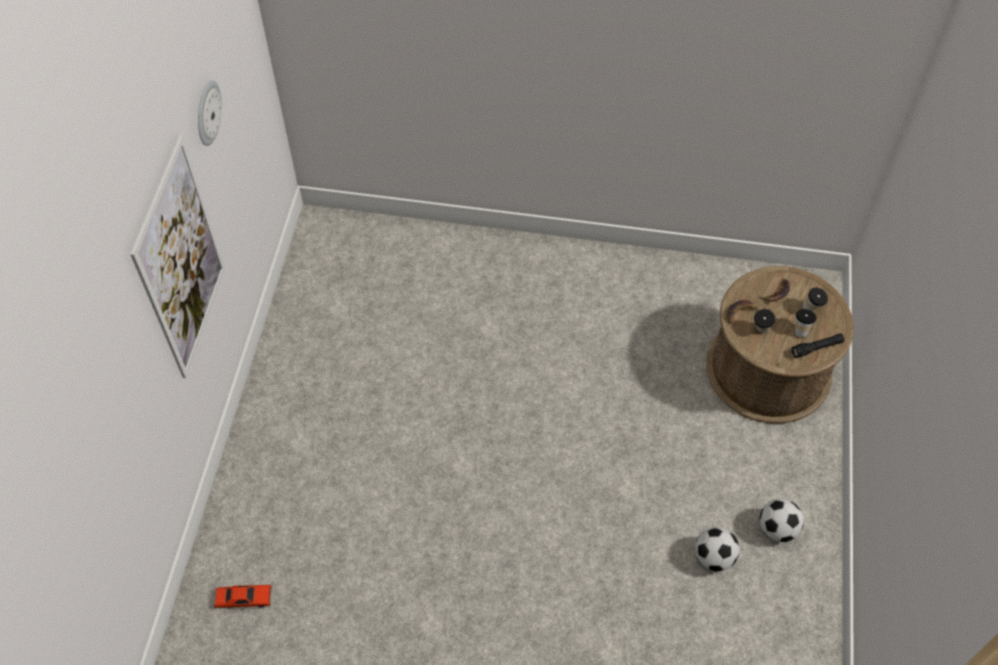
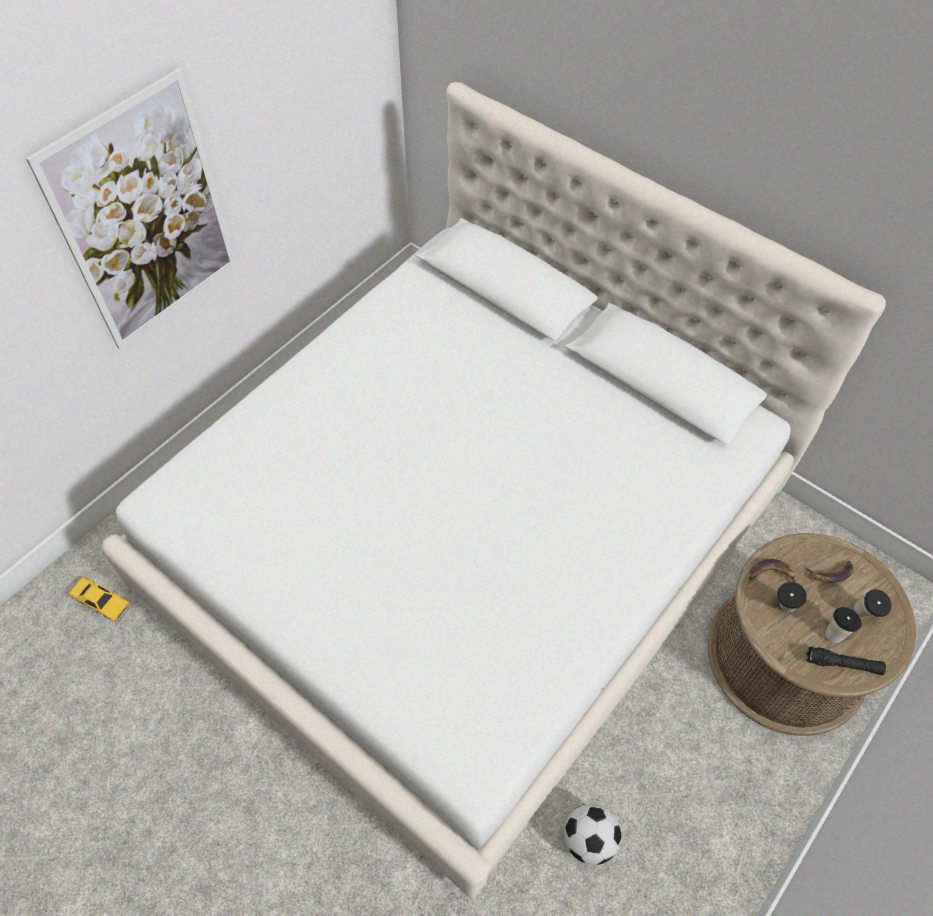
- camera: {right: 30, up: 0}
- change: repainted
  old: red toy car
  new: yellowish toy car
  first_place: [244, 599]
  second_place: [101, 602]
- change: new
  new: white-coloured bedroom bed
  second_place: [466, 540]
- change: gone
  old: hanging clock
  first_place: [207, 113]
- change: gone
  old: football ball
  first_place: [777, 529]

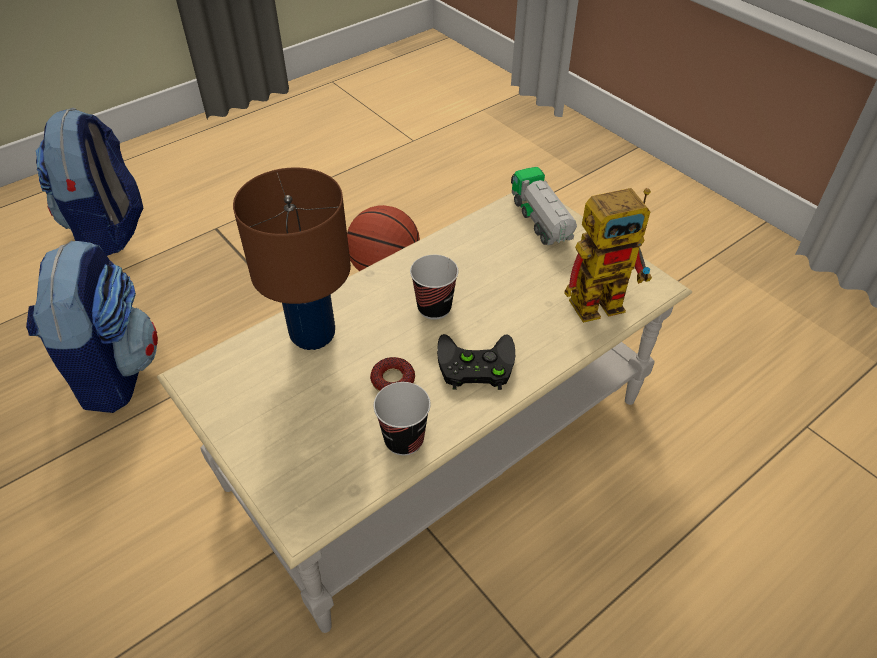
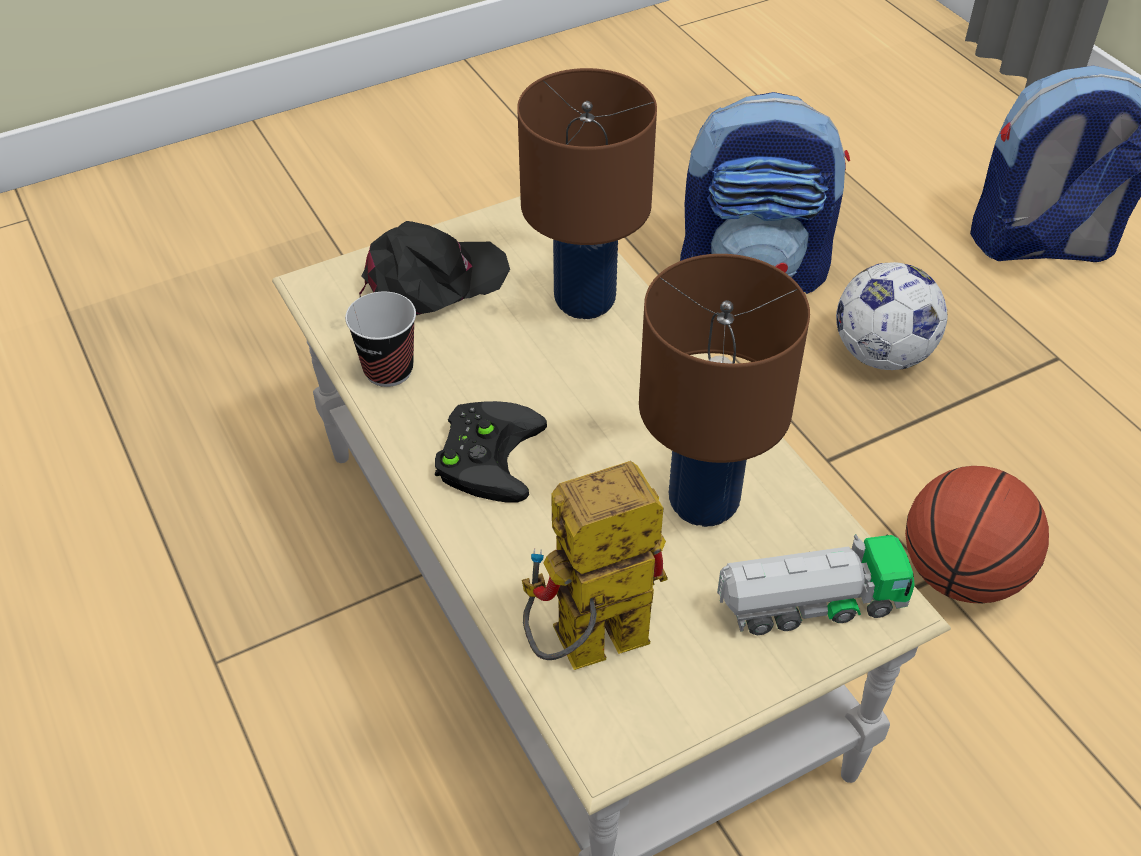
- camera: {right: 100, up: 0}
- change: new
  new: black cap
  second_place: [431, 283]
- change: rotated
  old: model robot
  first_place: [605, 299]
  second_place: [585, 650]
  degrees: 75
- change: new
  new: brown table lamp
  second_place: [707, 504]
- change: new
  new: football ball
  second_place: [882, 355]
- change: gone
  old: donut
  first_place: [393, 380]
- change: gone
  old: small cup
  first_place: [434, 308]

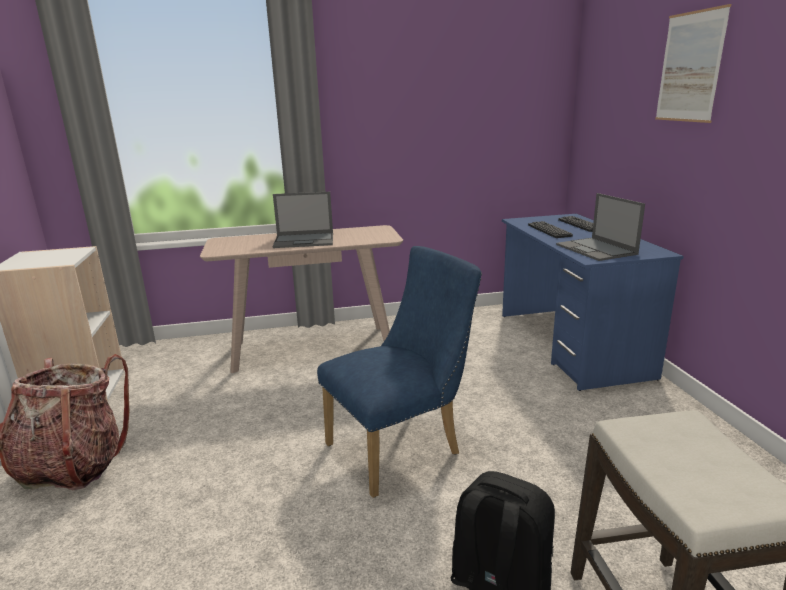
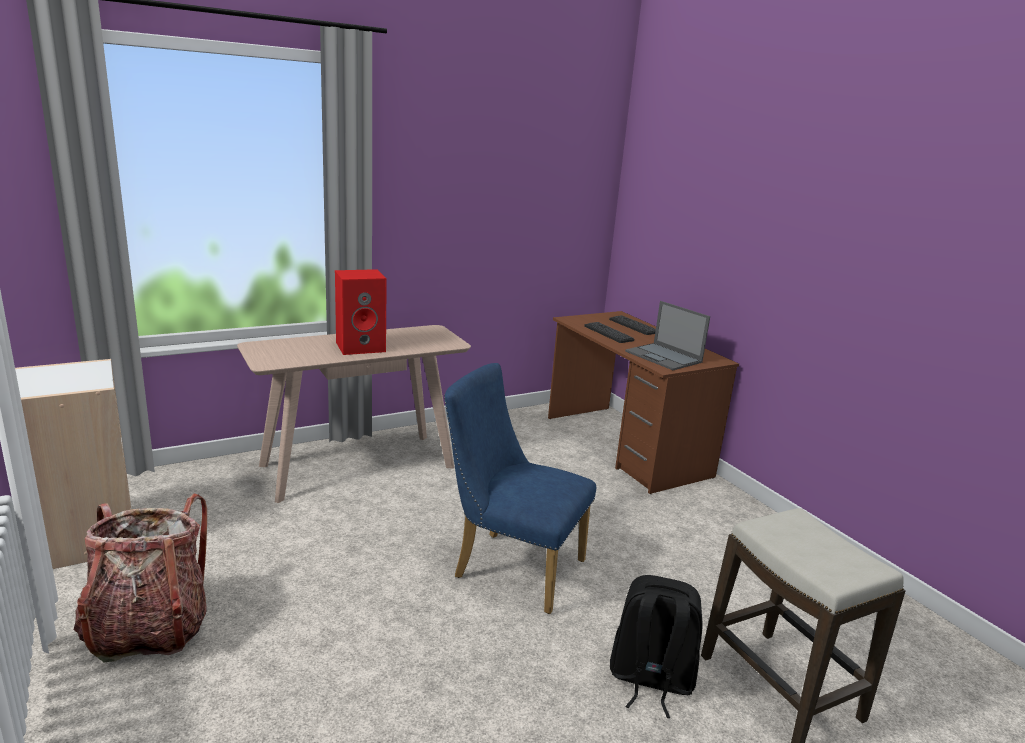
- camera: {right: -20, up: 0}
- change: swapped
  old: notebook computer
  new: red audio speaker
  first_place: [305, 240]
  second_place: [361, 346]
- change: rotated
  old: blue-coloured upright chair
  first_place: [402, 448]
  second_place: [510, 566]
  degrees: -105
- change: repainted
  old: blue-coloured desk table
  new: brown desk table
  first_place: [570, 344]
  second_place: [625, 446]
- change: gone
  old: wall picture
  first_place: [690, 67]

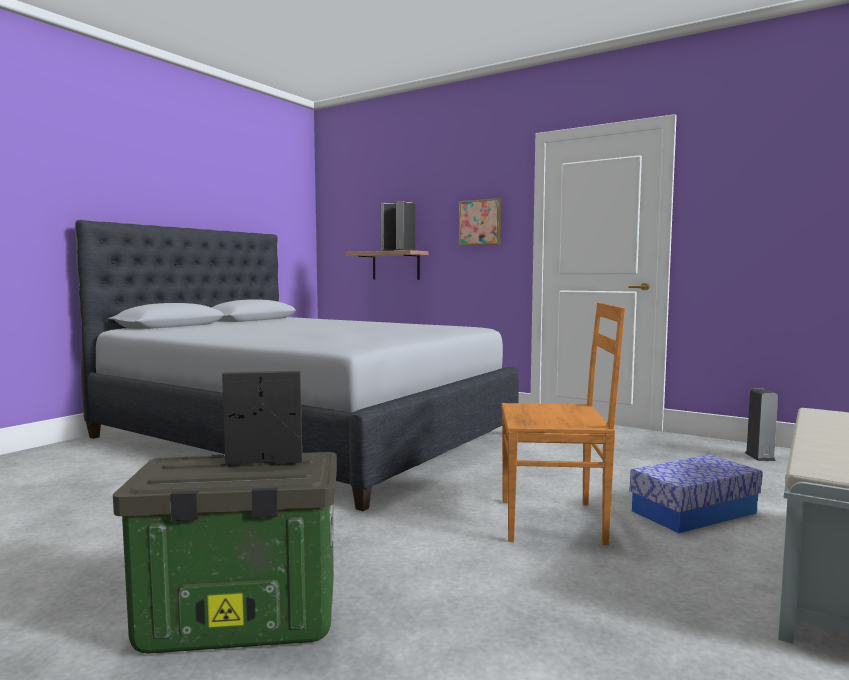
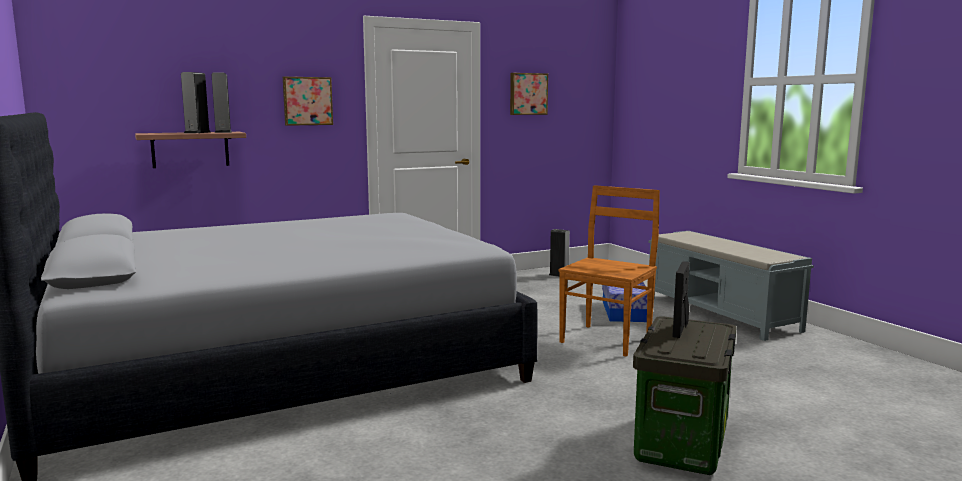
- camera: {right: -60, up: 5}
- change: new
  new: wall picture
  second_place: [528, 94]

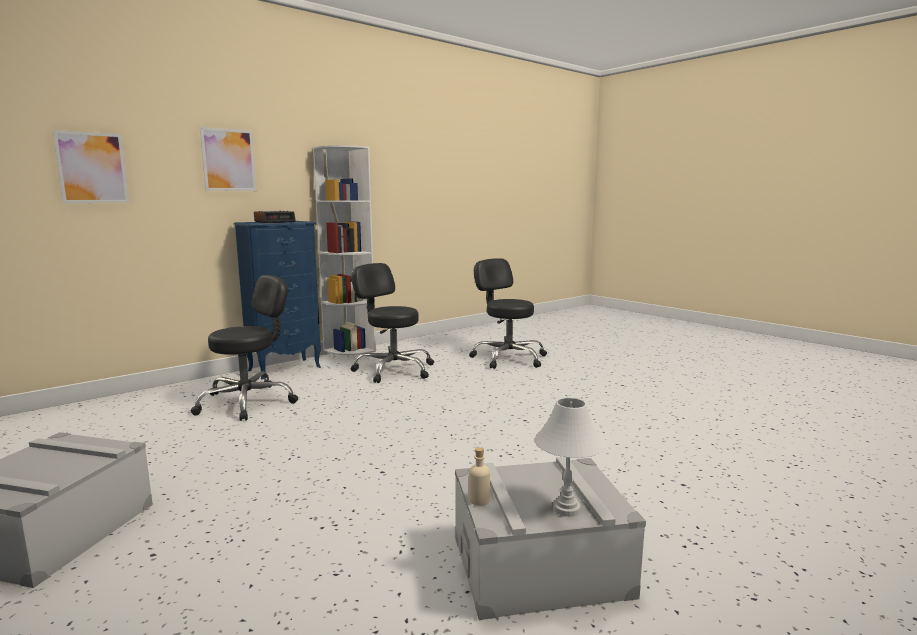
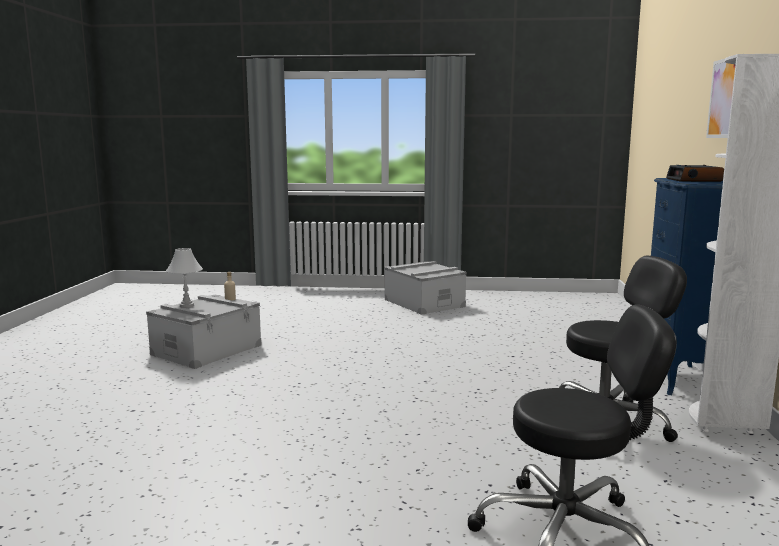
- camera: {right: 135, up: 0}
- change: gone
  old: wall picture
  first_place: [92, 168]
- change: gone
  old: black office chair
  first_place: [250, 401]

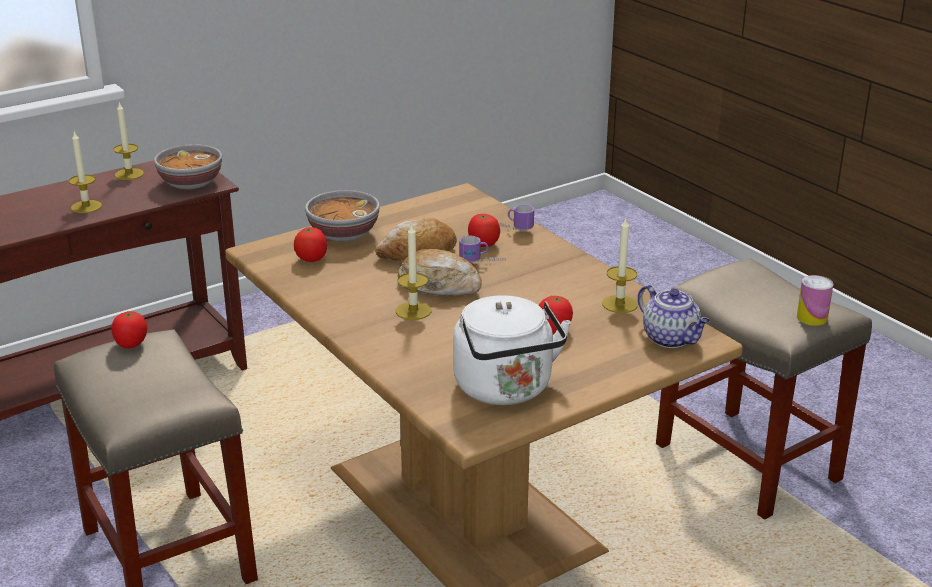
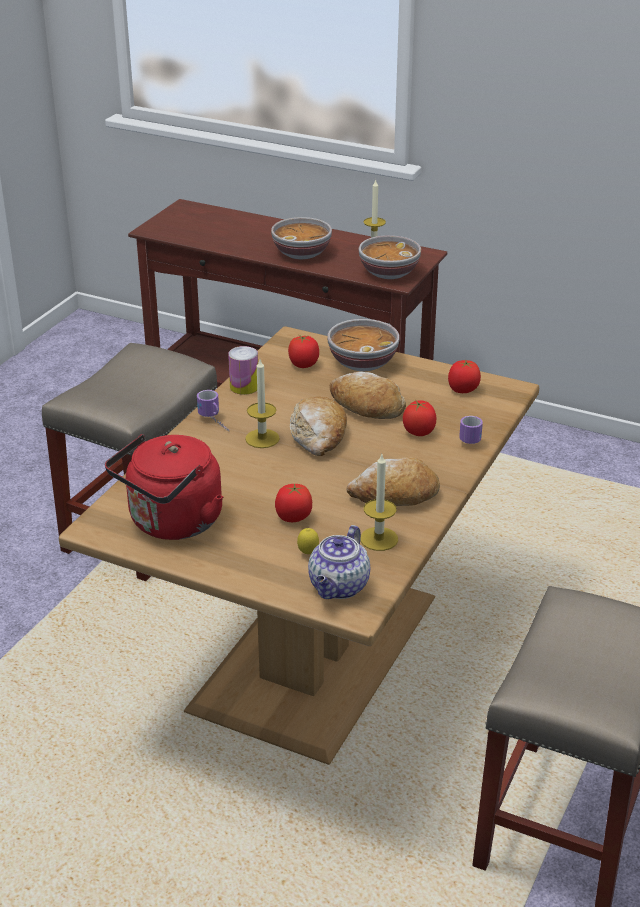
- camera: {right: 60, up: 5}
- change: repainted
  old: white-coloured tea kettle
  new: red tea kettle
  first_place: [506, 390]
  second_place: [172, 523]
- change: shifted
  old: mug
  first_place: [482, 263]
  second_place: [215, 423]
- change: shifted
  old: sealed can
  first_place: [812, 318]
  second_place: [244, 387]
- change: swapped
  old: candle
  new: serving bowl
  first_place: [86, 207]
  second_place: [302, 253]
- change: new
  new: whole lemon
  second_place: [308, 553]
- change: new
  new: bakery bread
  second_place: [394, 495]
- change: shifted
  old: fresh tomato
  first_place: [131, 344]
  second_place: [463, 390]

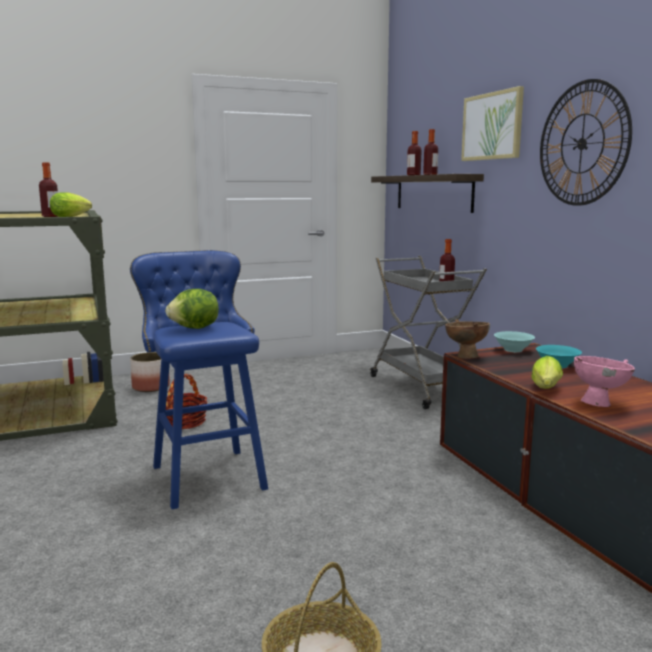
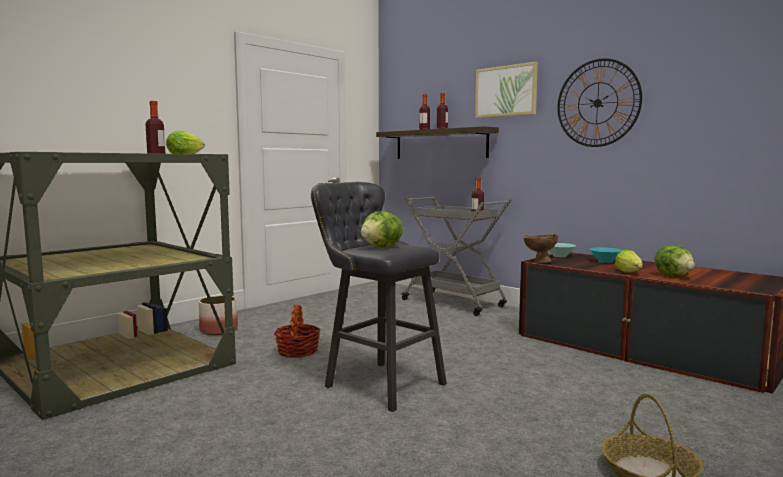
- camera: {right: -25, up: -5}
- change: repainted
  old: blue-coloured sitting stool
  new: black sitting stool
  first_place: [205, 471]
  second_place: [375, 381]
- change: swapped
  old: pinkish serving bowl
  new: lettuce
  first_place: [600, 403]
  second_place: [674, 276]

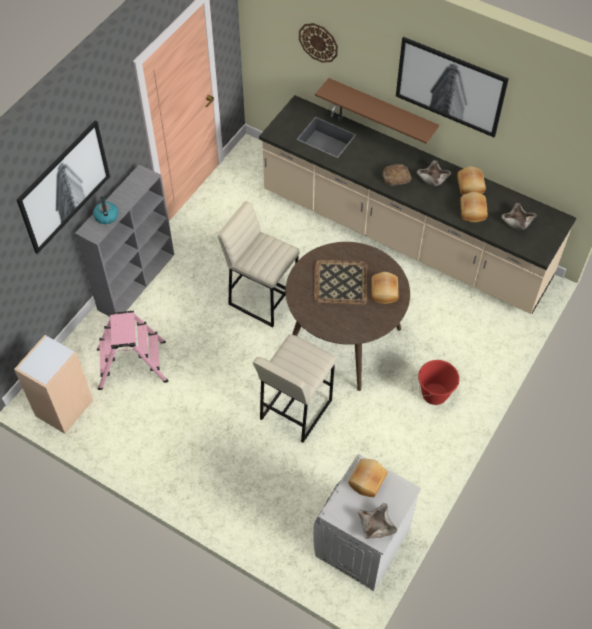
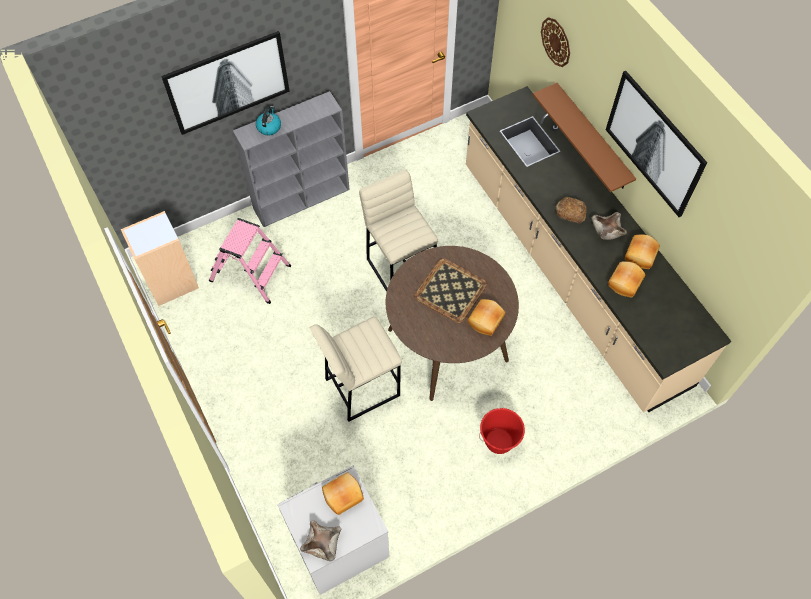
- camera: {right: 30, up: 5}
- change: gone
  old: sand-coloured serving bowl
  first_place: [517, 221]

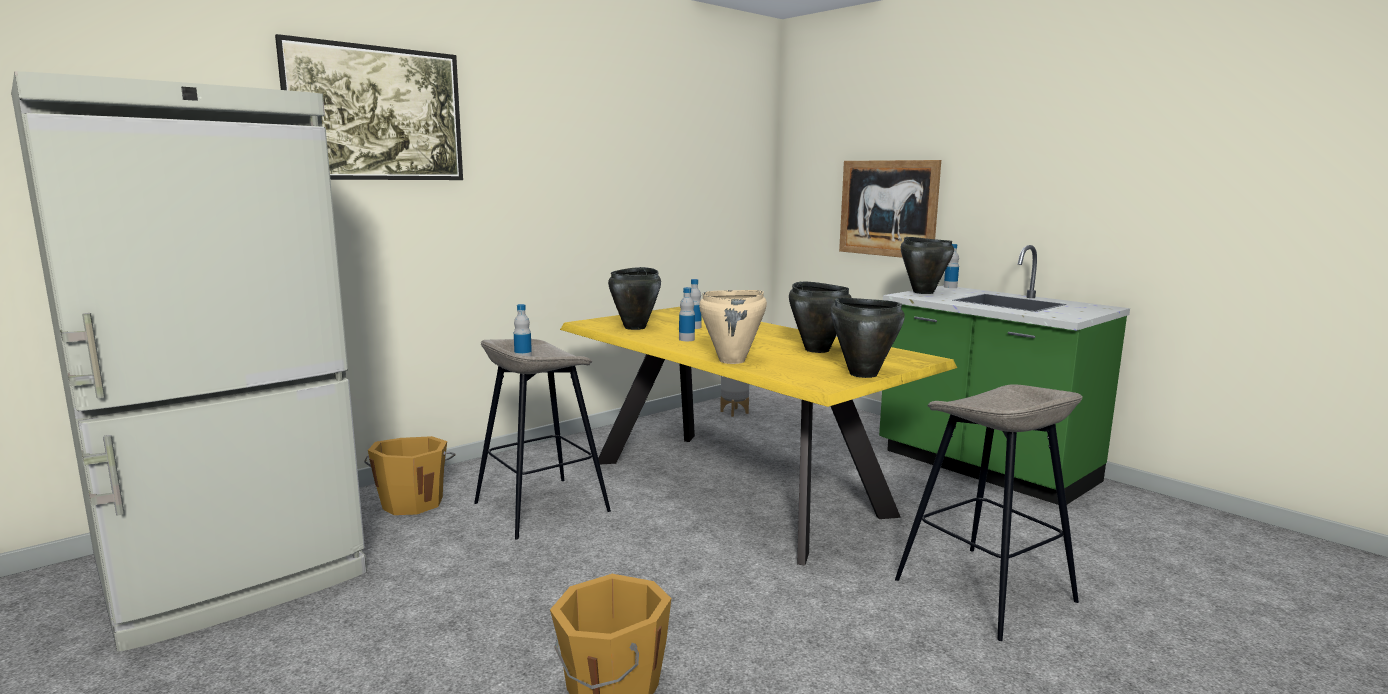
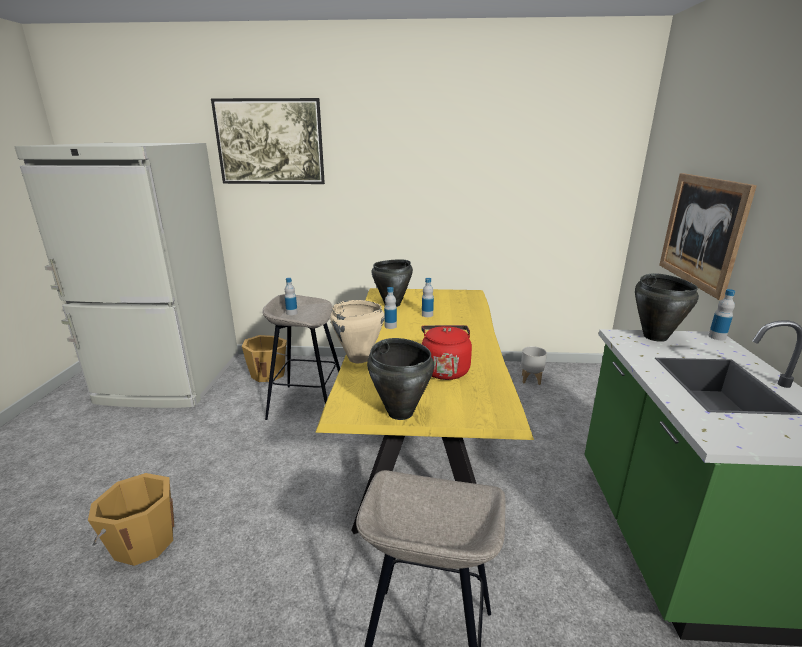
- camera: {right: 45, up: 10}
- change: swapped
  old: black cooking pot
  new: red tea kettle
  first_place: [817, 350]
  second_place: [444, 369]

